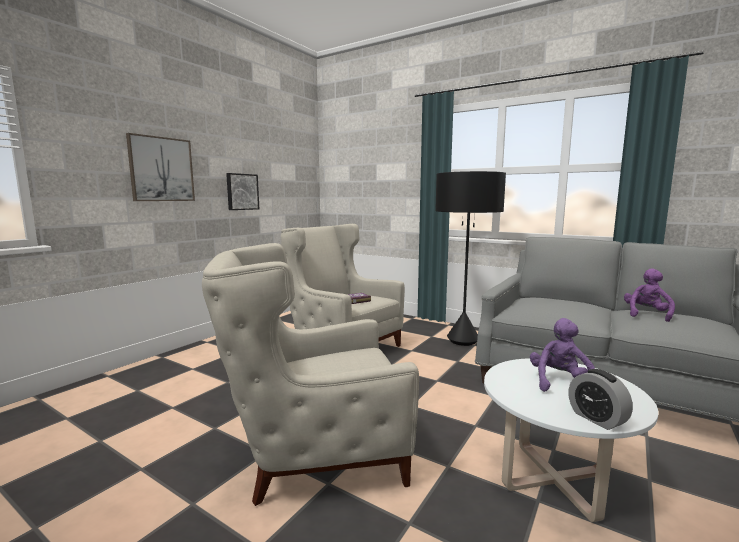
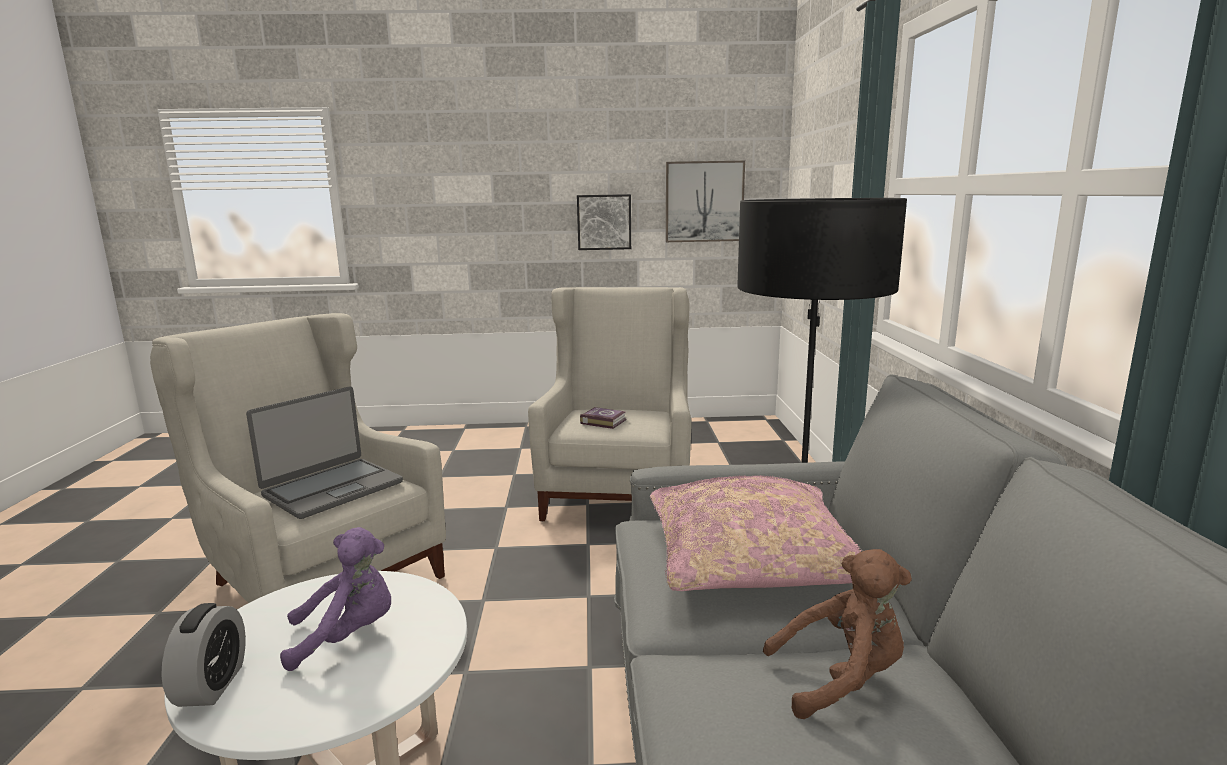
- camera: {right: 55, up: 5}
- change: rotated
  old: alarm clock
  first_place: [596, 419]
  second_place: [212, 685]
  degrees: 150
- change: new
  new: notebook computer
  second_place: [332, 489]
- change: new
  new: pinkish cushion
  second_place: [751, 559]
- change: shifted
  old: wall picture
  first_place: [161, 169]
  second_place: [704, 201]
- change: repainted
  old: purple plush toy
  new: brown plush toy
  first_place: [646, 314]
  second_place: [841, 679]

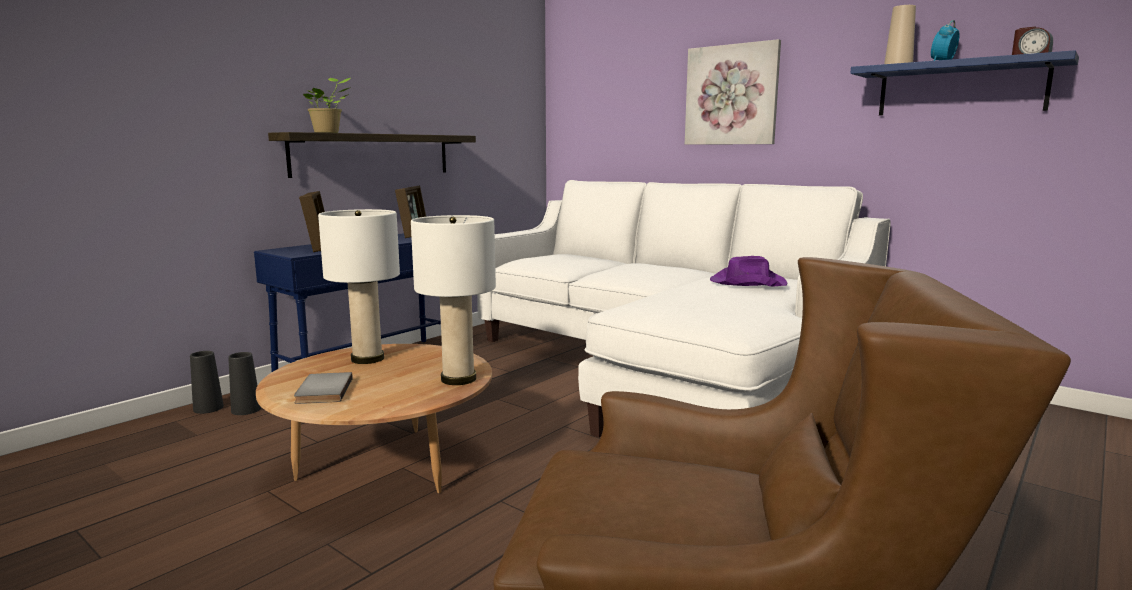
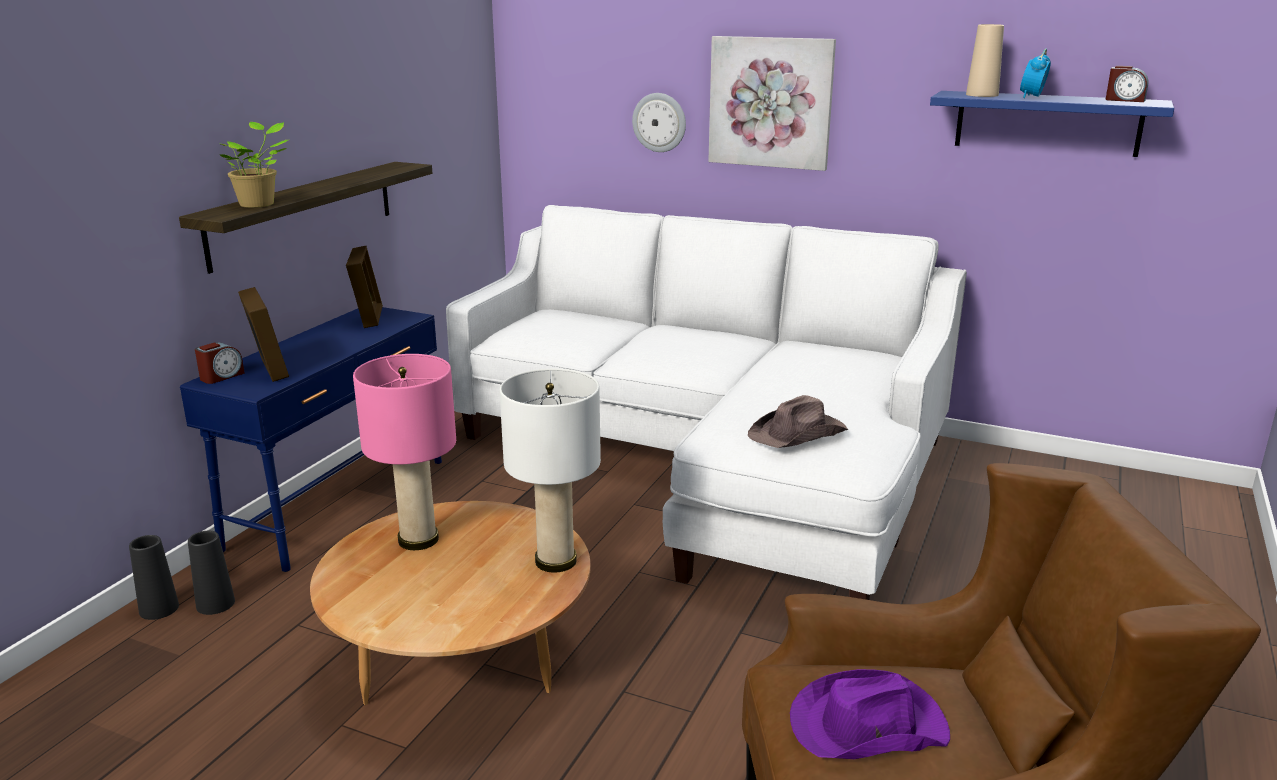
- camera: {right: -15, up: 10}
- change: new
  new: alarm clock
  second_place: [221, 376]
- change: repainted
  old: white-coloured table lamp
  new: pinkish table lamp
  first_place: [367, 359]
  second_place: [419, 540]
- change: new
  new: hanging clock
  second_place: [659, 122]
- change: new
  new: brown clothing hat
  second_place: [799, 434]
- change: shifted
  old: purple clothing hat
  first_place: [746, 282]
  second_place: [866, 726]
- change: gone
  old: greyish bound book
  first_place: [322, 391]

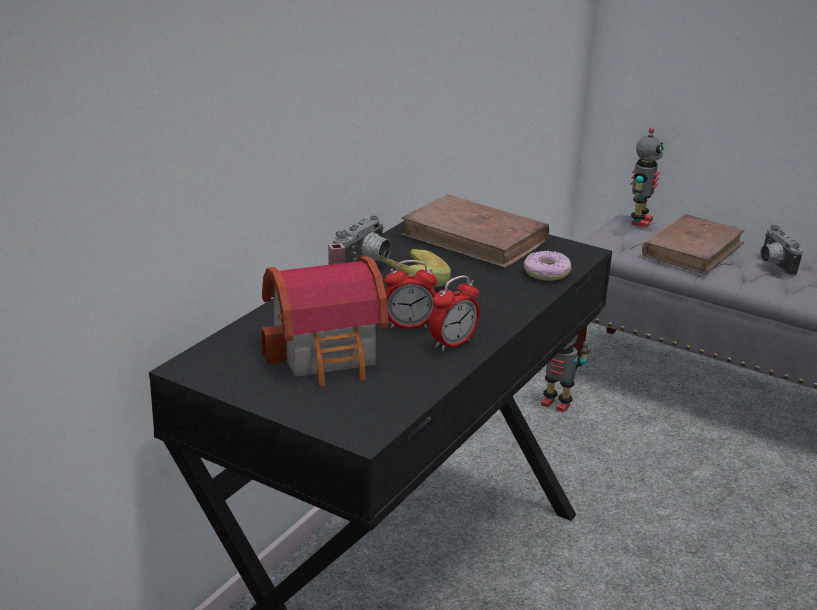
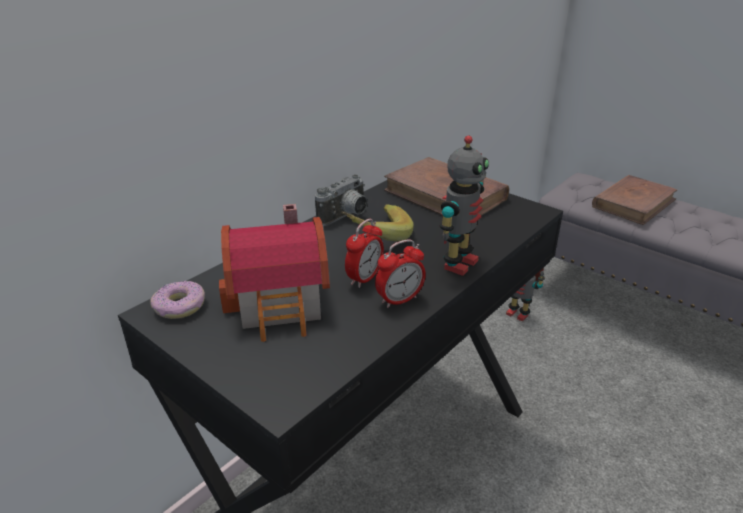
- camera: {right: 10, up: 5}
- change: shifted
  old: donut
  first_place: [547, 273]
  second_place: [180, 306]
- change: rotated
  old: alarm clock
  first_place: [408, 326]
  second_place: [364, 278]
  degrees: -60
- change: shifted
  old: model robot
  first_place: [639, 221]
  second_place: [458, 263]
- change: gone
  old: still camera
  first_place: [772, 264]

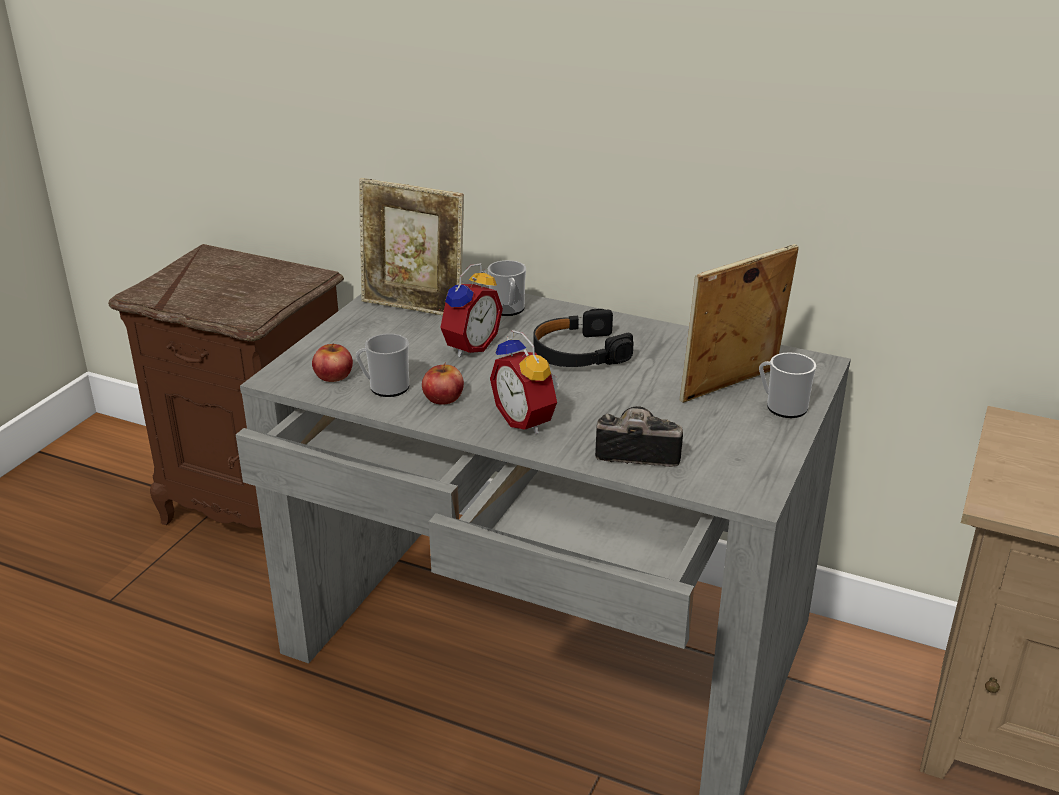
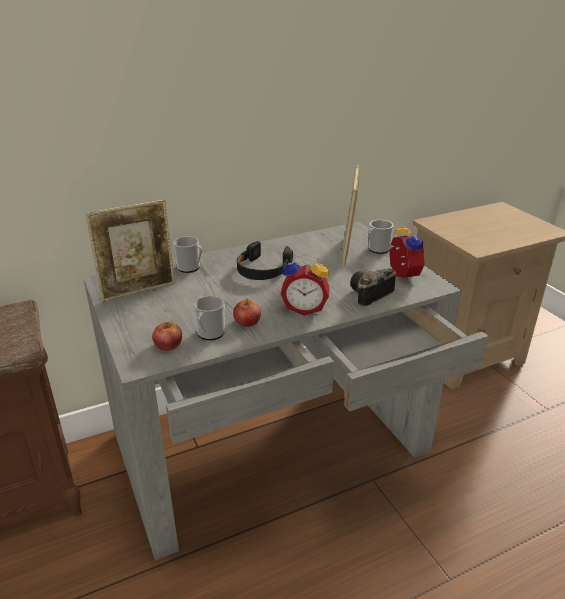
- camera: {right: -50, up: 0}
- change: shifted
  old: alarm clock
  first_place: [468, 346]
  second_place: [401, 275]

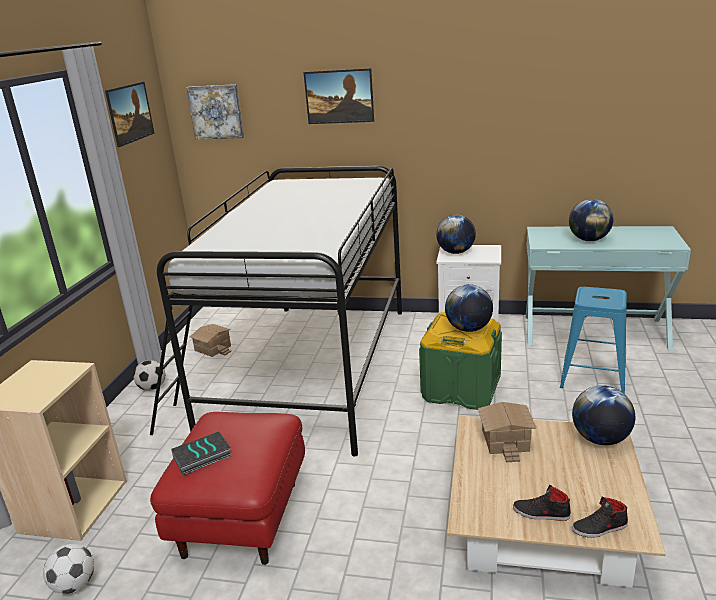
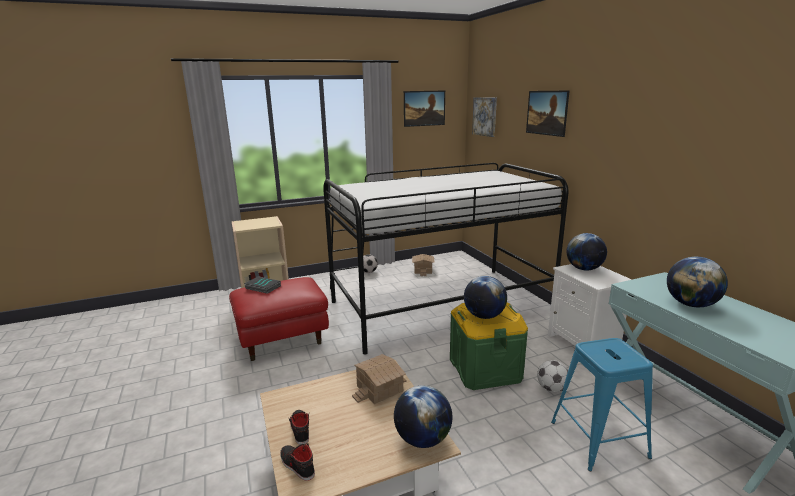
- camera: {right: 55, up: -5}
- change: shifted
  old: football ball
  first_place: [75, 585]
  second_place: [552, 389]

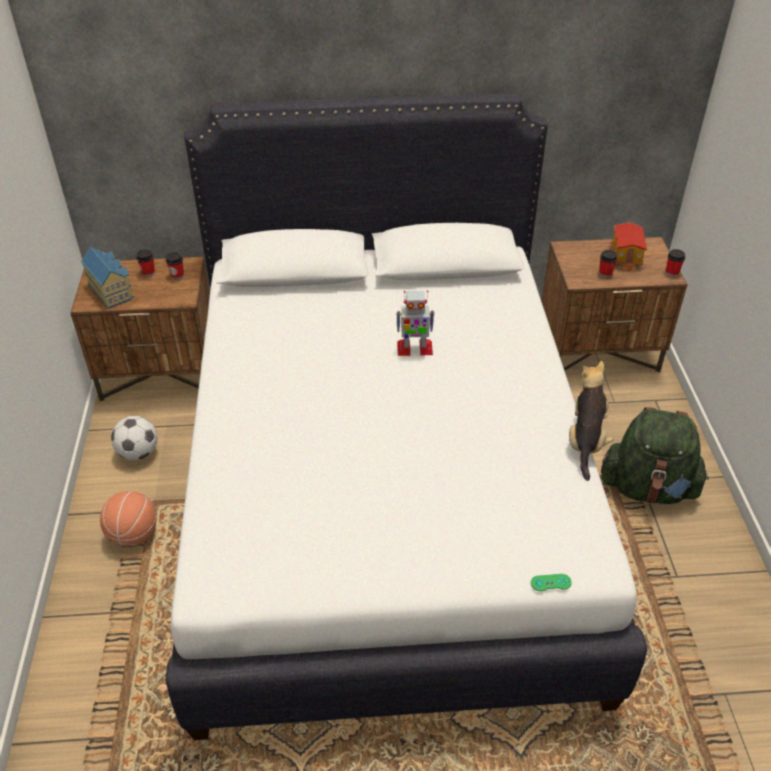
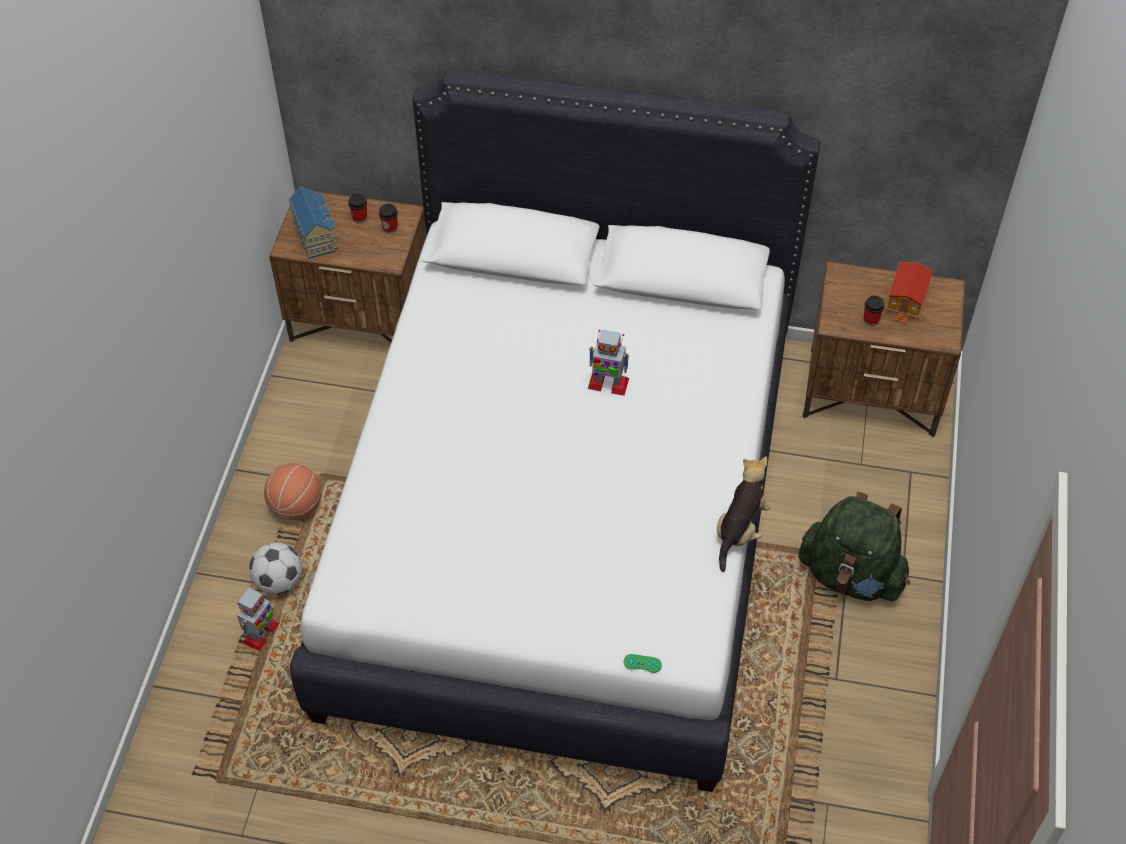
- camera: {right: 15, up: 10}
- change: new
  new: model robot
  second_place: [261, 634]
- change: shifted
  old: football ball
  first_place: [138, 453]
  second_place: [279, 582]
- change: gone
  old: small cup
  first_place: [672, 273]

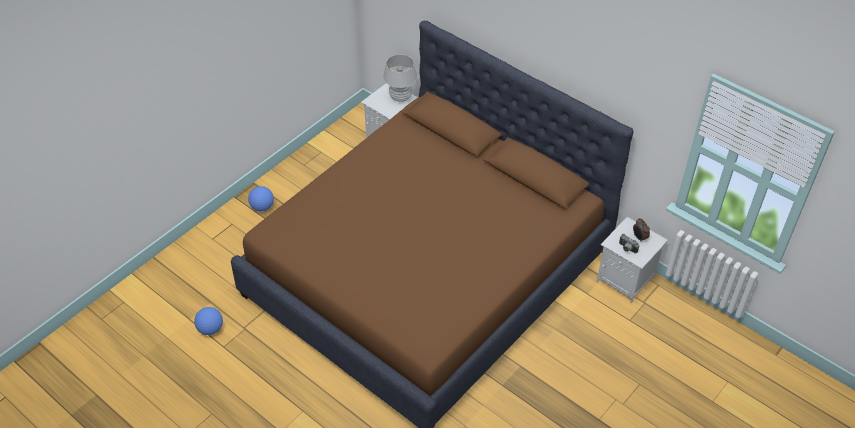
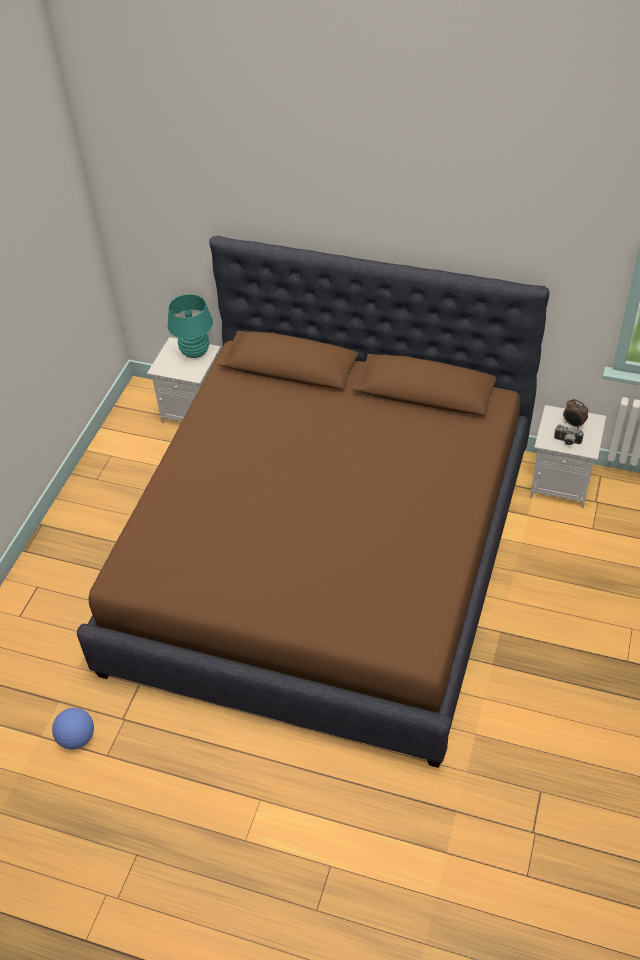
- camera: {right: -20, up: 0}
- change: repainted
  old: white-coloured table lamp
  new: turquoise table lamp
  first_place: [400, 97]
  second_place: [195, 352]
- change: gone
  old: football ball
  first_place: [262, 207]

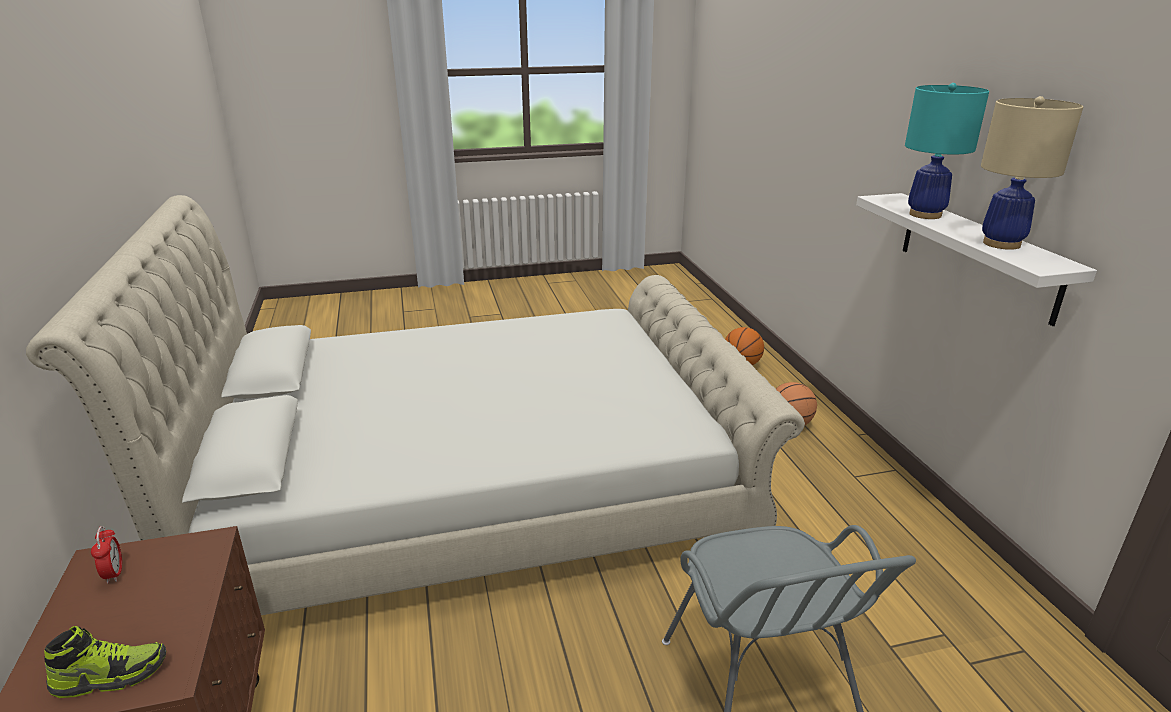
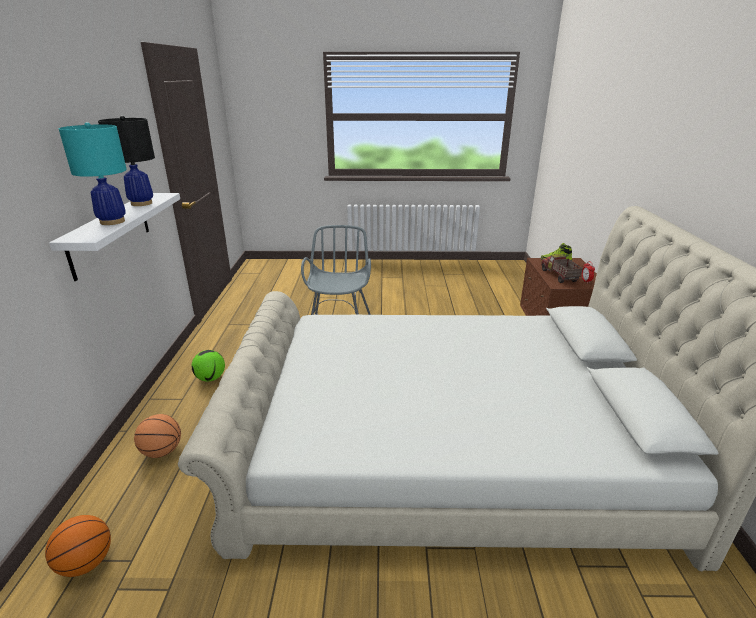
- camera: {right: -165, up: 0}
- change: repainted
  old: sand-coloured table lamp
  new: black table lamp
  first_place: [1001, 244]
  second_place: [141, 203]
- change: new
  new: football ball
  second_place: [211, 378]
- change: new
  new: model truck
  second_place: [558, 276]

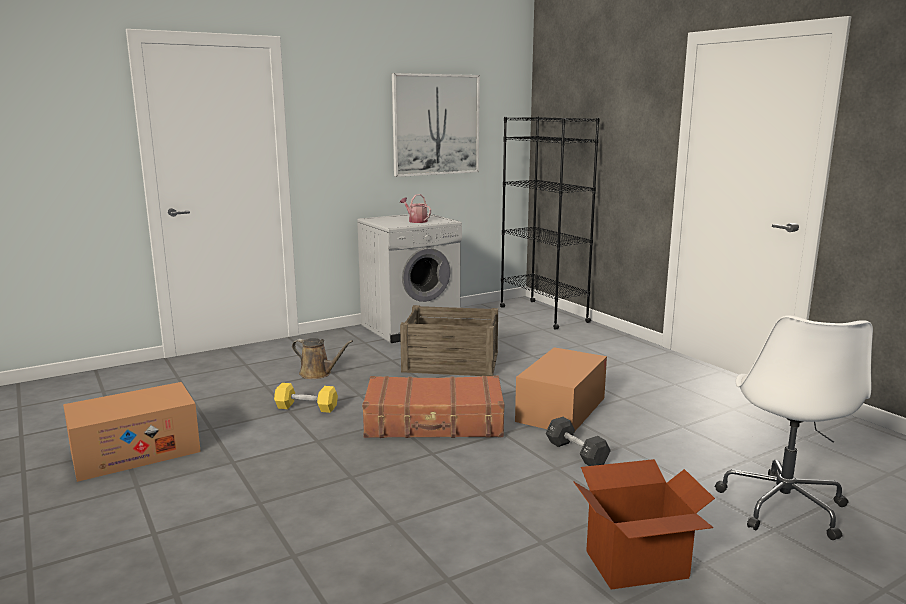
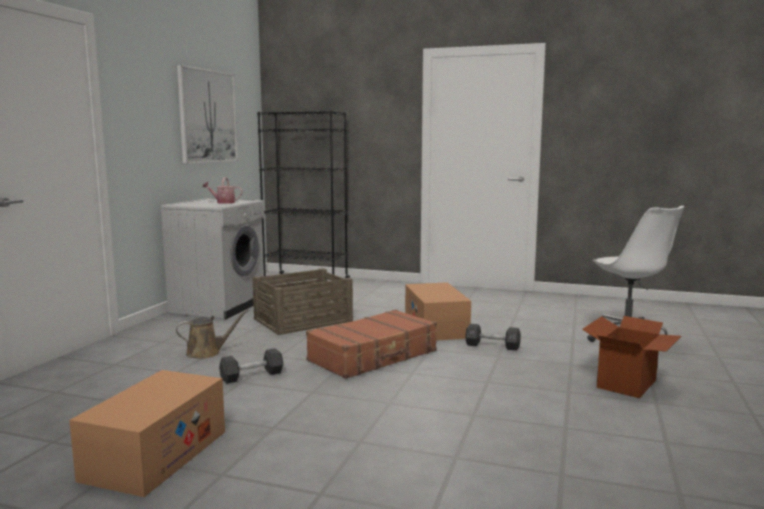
- camera: {right: -40, up: -5}
- change: repainted
  old: yellowish hand weight
  new: black hand weight
  first_place: [306, 407]
  second_place: [252, 376]

